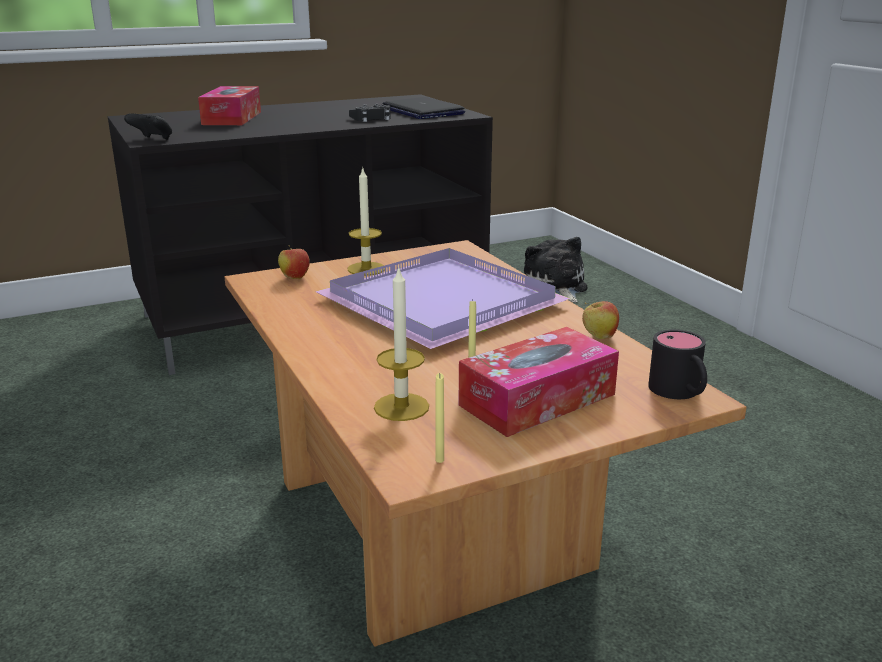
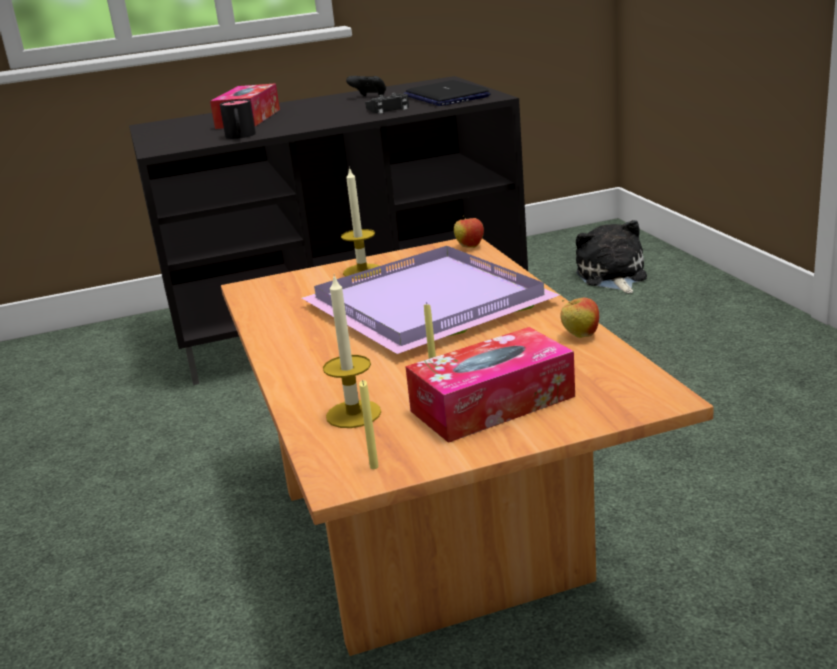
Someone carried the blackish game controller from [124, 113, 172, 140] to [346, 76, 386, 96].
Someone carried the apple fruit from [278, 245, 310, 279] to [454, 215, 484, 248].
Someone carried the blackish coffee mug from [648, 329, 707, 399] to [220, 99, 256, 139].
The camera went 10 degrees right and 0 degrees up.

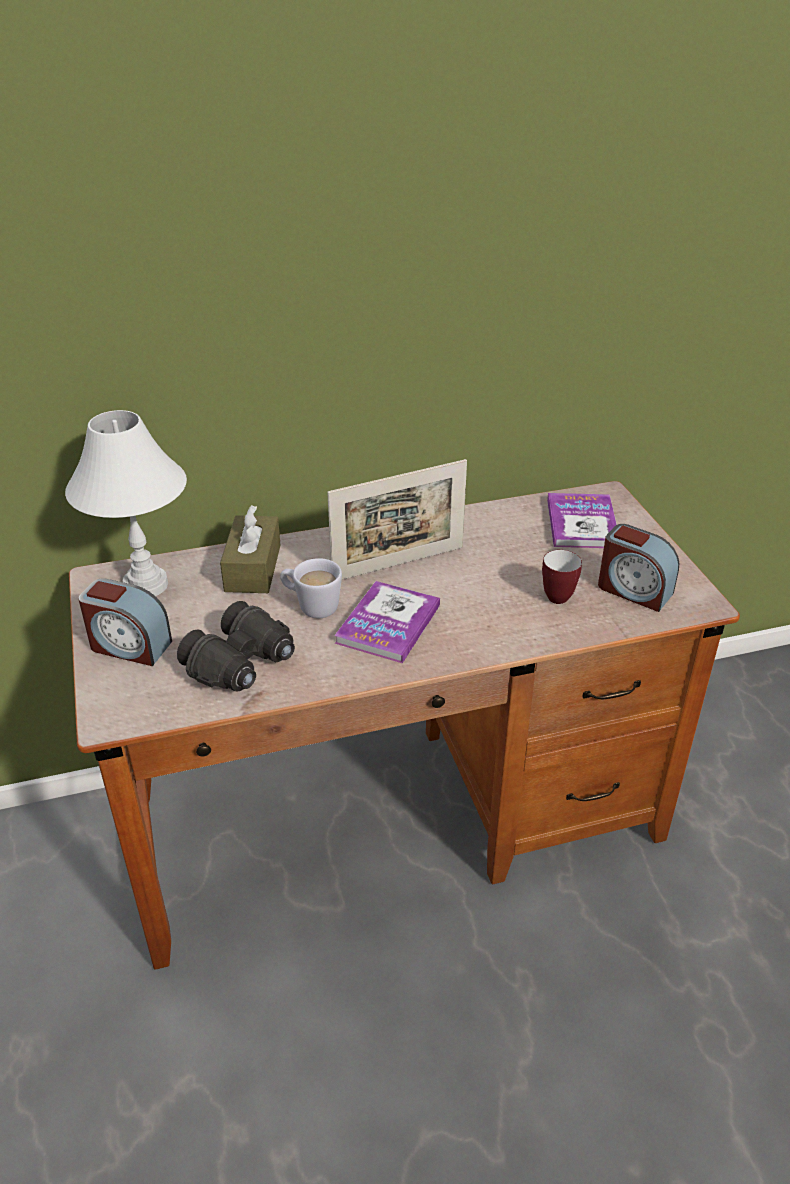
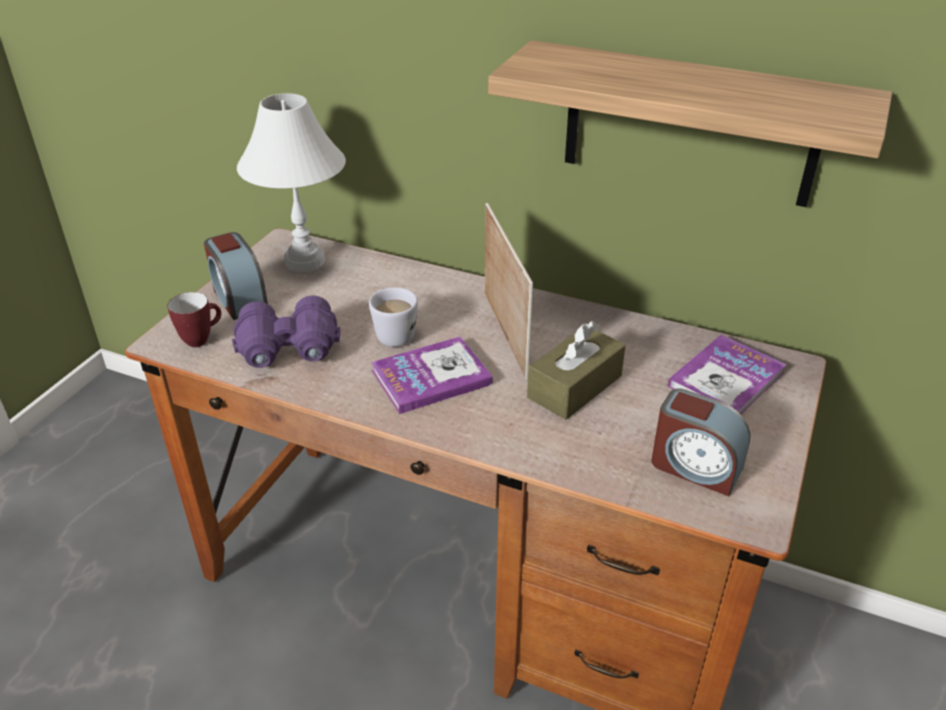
Someone put up the shelf at [488, 40, 892, 207].
Someone carried the brownish tissue box from [220, 505, 280, 593] to [527, 321, 626, 420].
Someone carried the coffee mug from [542, 550, 582, 604] to [168, 292, 221, 347].
Someone repainted the blackish field glasses at [177, 601, 295, 692], which became the purplish field glasses at [232, 295, 340, 368].
Someone rotated the standing frame at [327, 459, 467, 580] by 120 degrees counterclockwise.
Someone rotated the bedside clock at [598, 524, 679, 612] by 45 degrees counterclockwise.
The camera went 40 degrees right and 0 degrees up.

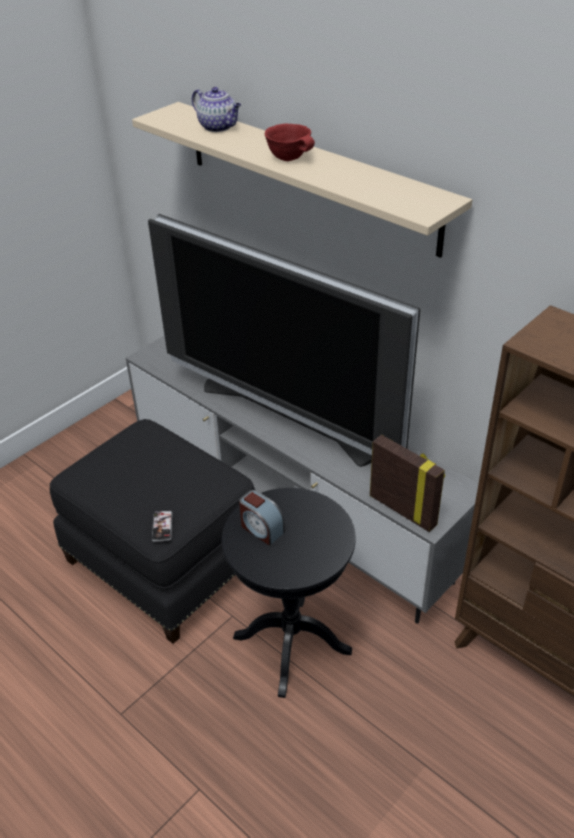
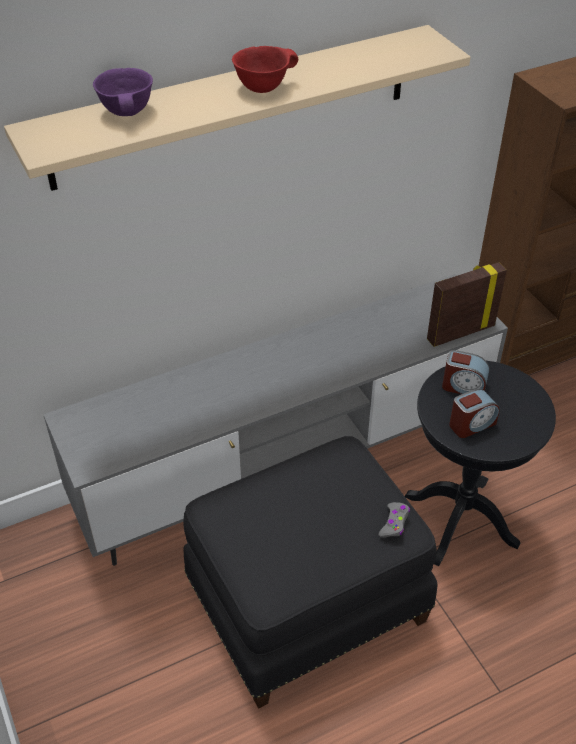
Someone took away the TV at [148, 214, 420, 467].
Someone put down the bedside clock at [442, 350, 489, 394].
Someone swapped the handset at [152, 511, 173, 542] for the grey game controller at [379, 502, 410, 538].
Someone swapped the teapot at [192, 87, 241, 132] for the purplish bowl at [93, 68, 153, 116].
The camera went 70 degrees left and 5 degrees up.

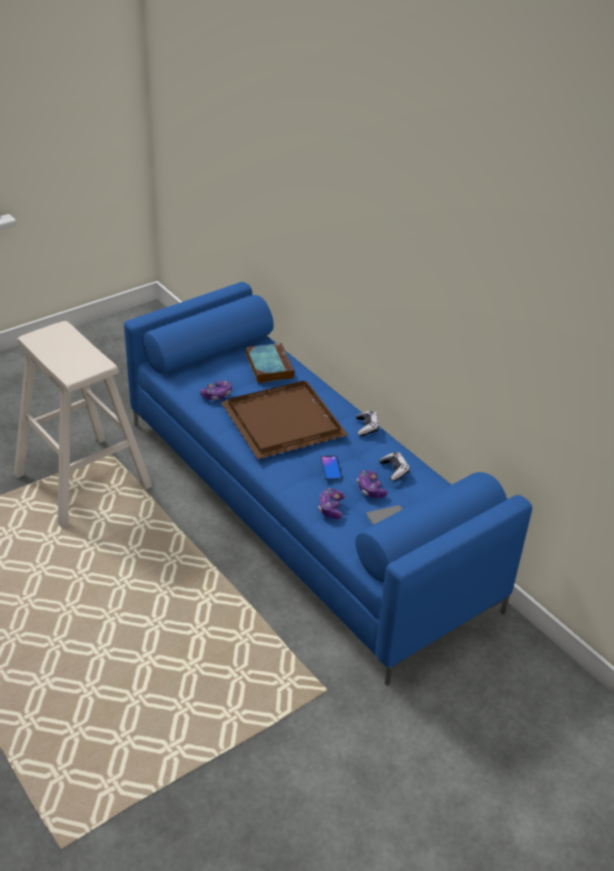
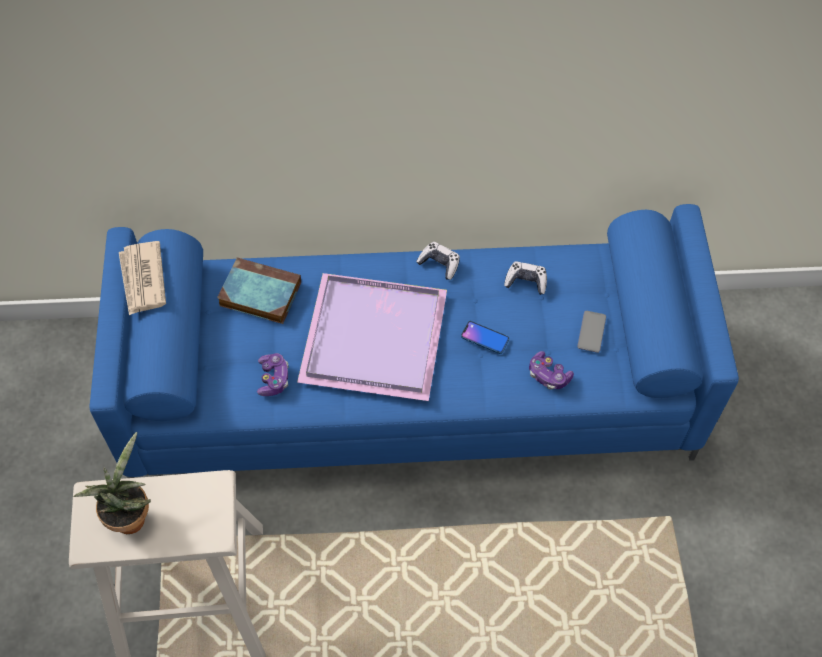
Someone took away the game controller at [357, 470, 388, 498].
Someone put down the potted plant at [73, 432, 151, 534].
Someone put down the printed paper at [119, 241, 166, 315].
Someone repainted the brownish carrying tray at [221, 380, 348, 459], which became the purplish carrying tray at [297, 273, 447, 401].
The camera went 55 degrees left and 20 degrees up.

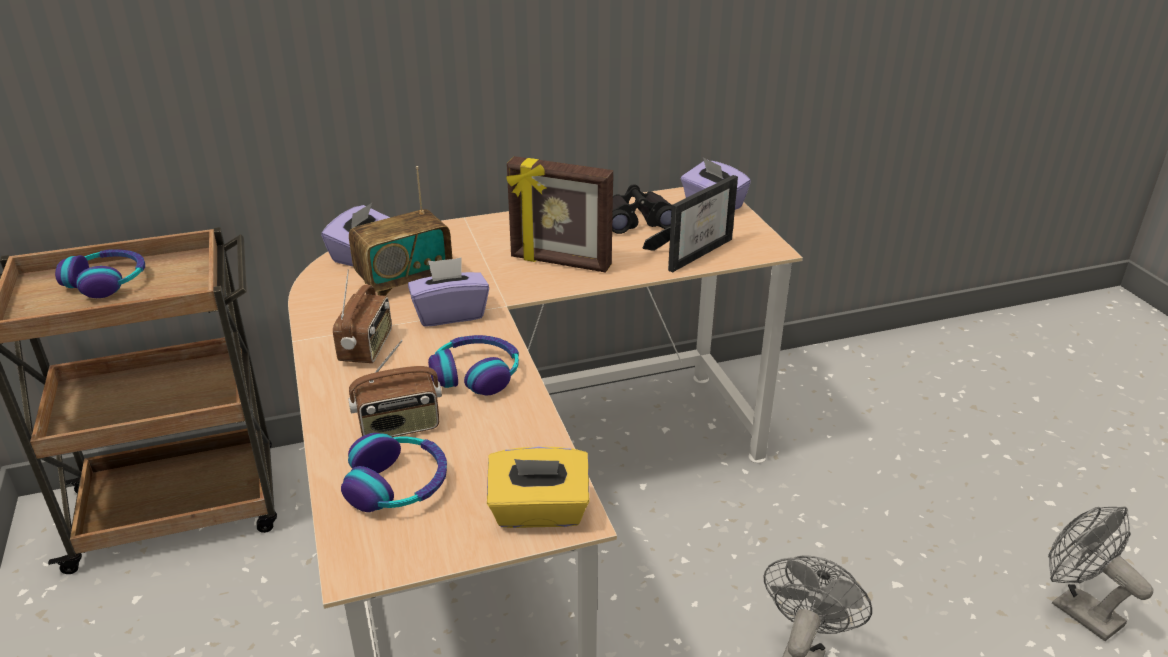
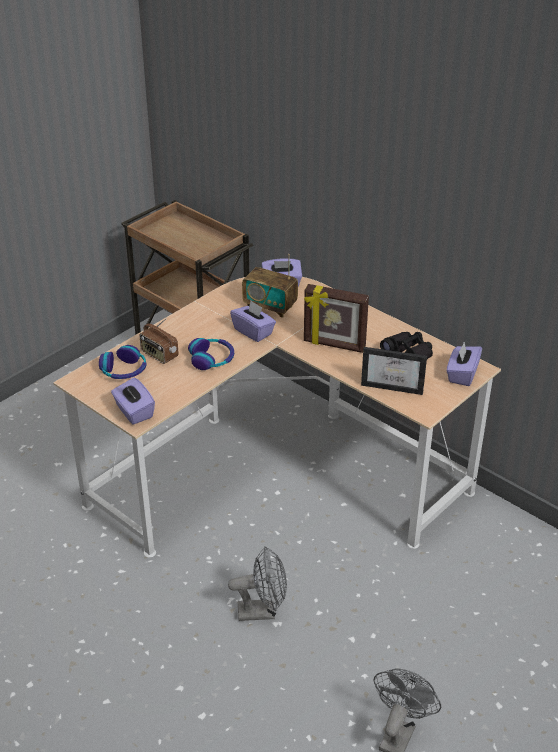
Someone took away the pair of headphones at [55, 249, 145, 298].
Someone took away the radio at [333, 269, 392, 363].
Someone repainted the yellowish tissue box at [487, 446, 589, 528], which became the purplish tissue box at [111, 377, 155, 425].
Someone rotated the standing frame at [506, 156, 613, 273] by 60 degrees counterclockwise.
The camera went 60 degrees right and 5 degrees up.

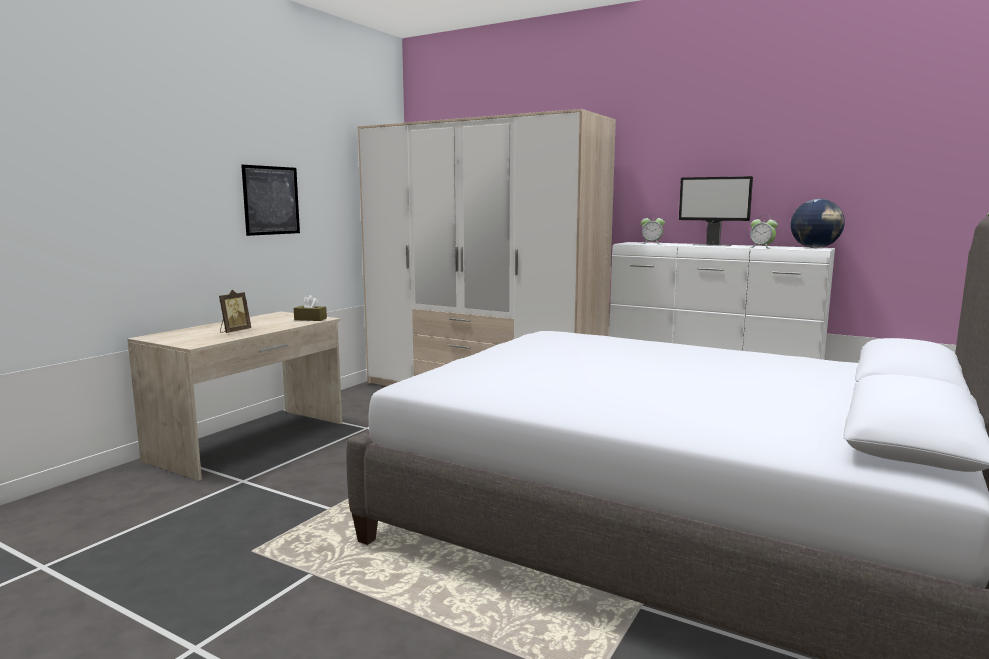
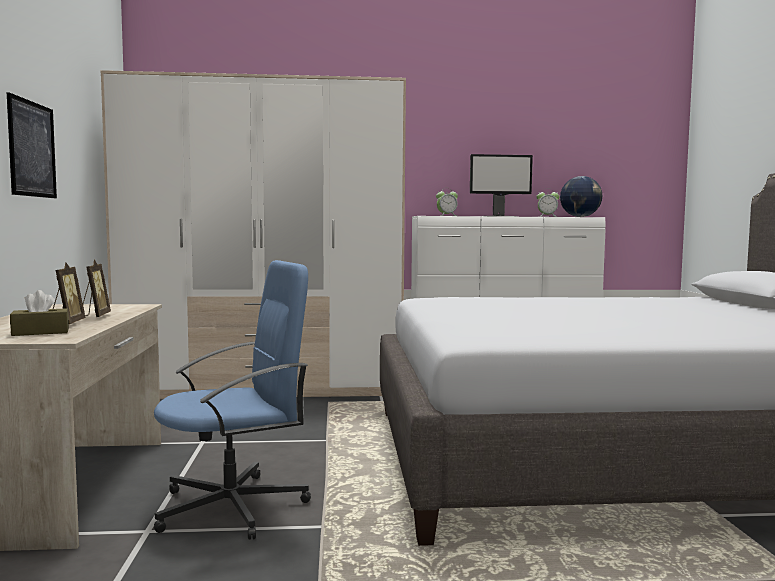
Someone put down the standing frame at [83, 259, 111, 317].
Someone put down the bluish office chair at [154, 260, 311, 540].
Someone carried the brownish tissue box from [294, 295, 327, 321] to [10, 290, 69, 336].
The camera went 35 degrees left and 5 degrees down.

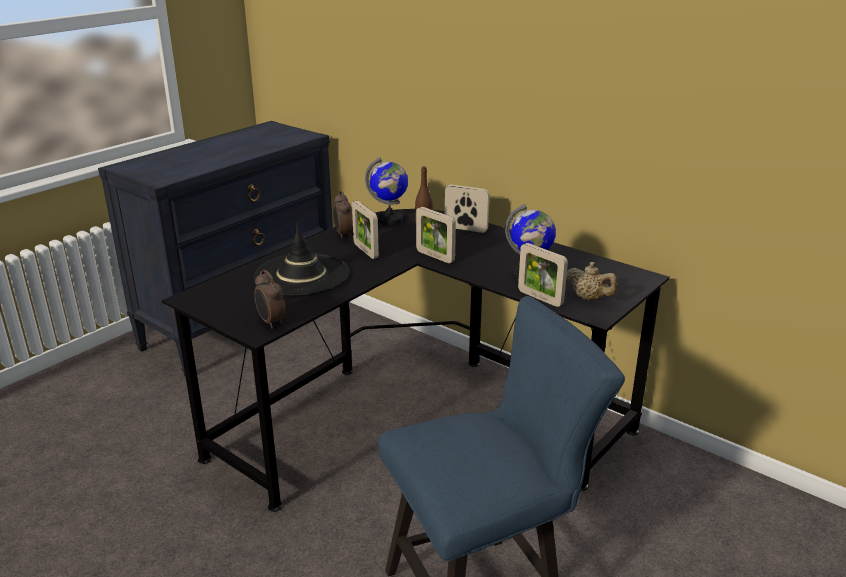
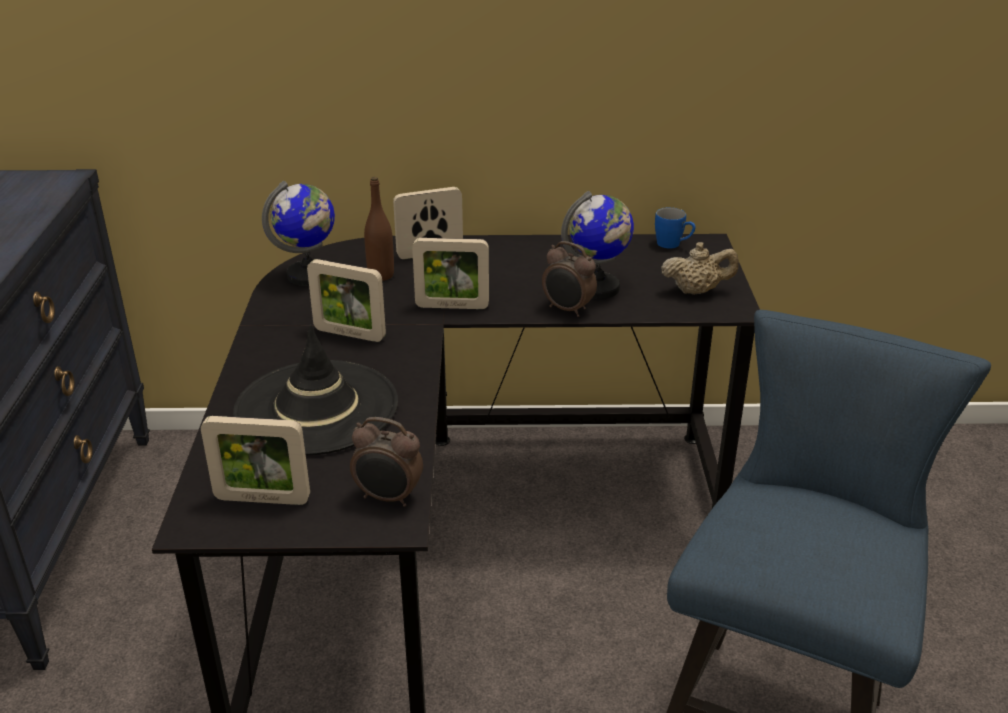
Someone put down the bluish coffee mug at [655, 207, 695, 248].
Someone carried the bedside clock from [334, 191, 353, 239] to [542, 241, 597, 317].
Someone carried the standing frame from [518, 243, 568, 307] to [201, 416, 310, 505].
The camera went 40 degrees left and 5 degrees up.

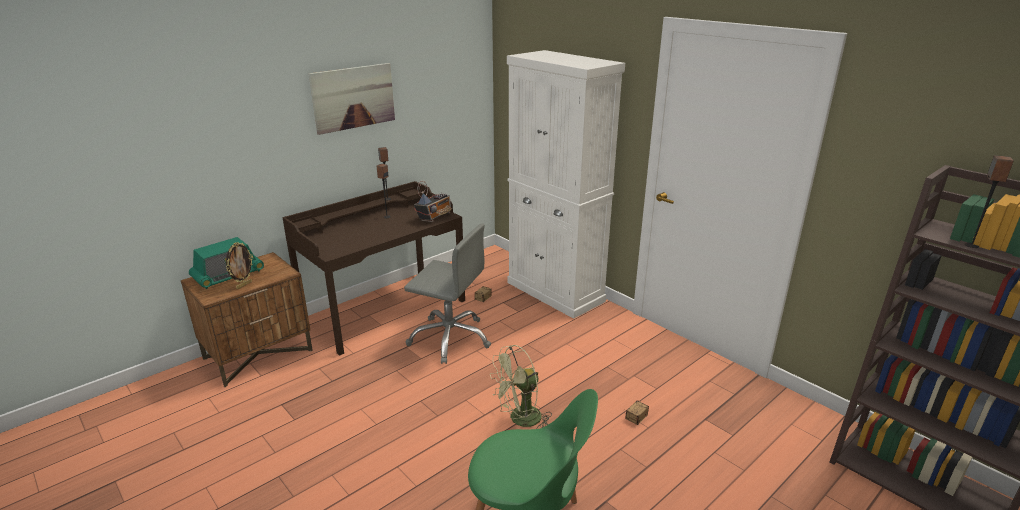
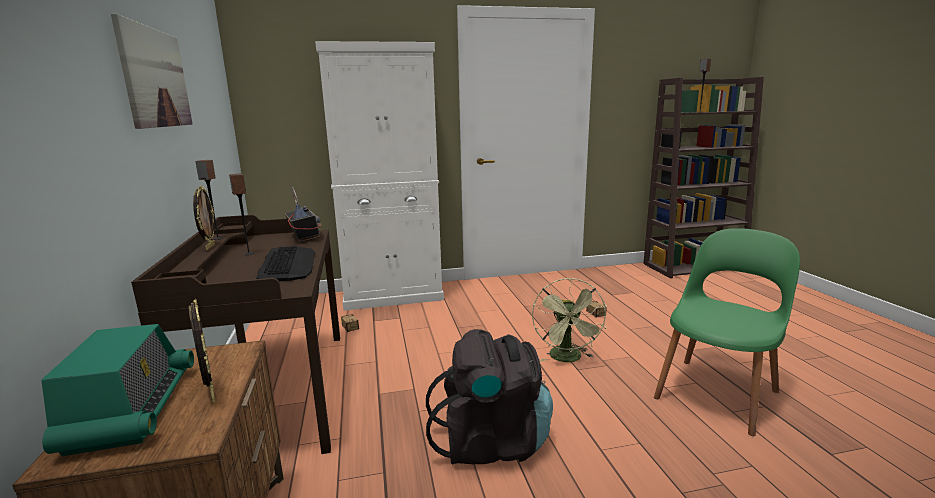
Someone took away the grey office chair at [404, 223, 491, 364].
Someone put down the standing frame at [193, 185, 216, 250].
Someone put down the computer keyboard at [256, 246, 315, 282].
Someone put down the blackish rucksack at [426, 329, 553, 465].
The camera went 60 degrees left and 10 degrees down.

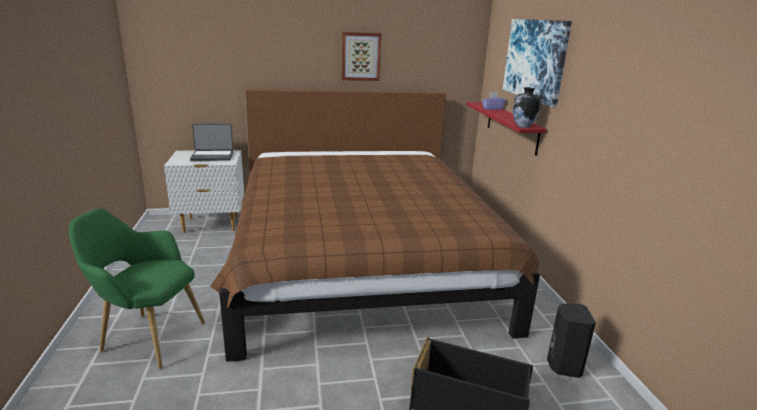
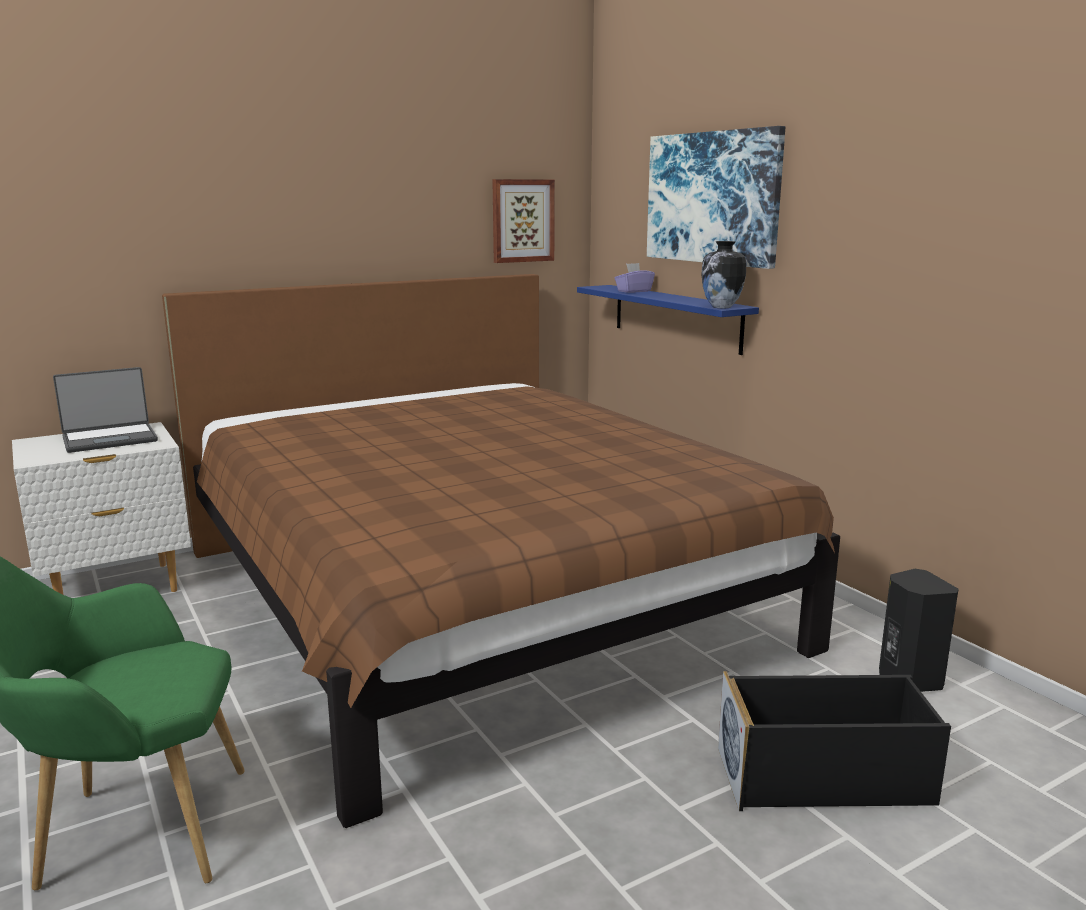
Someone carried the wall picture from [342, 32, 381, 81] to [492, 179, 555, 263].
Someone repainted the red shelf at [466, 102, 547, 156], which became the bluish shelf at [577, 285, 759, 355].
The camera went 20 degrees left and 5 degrees down.

